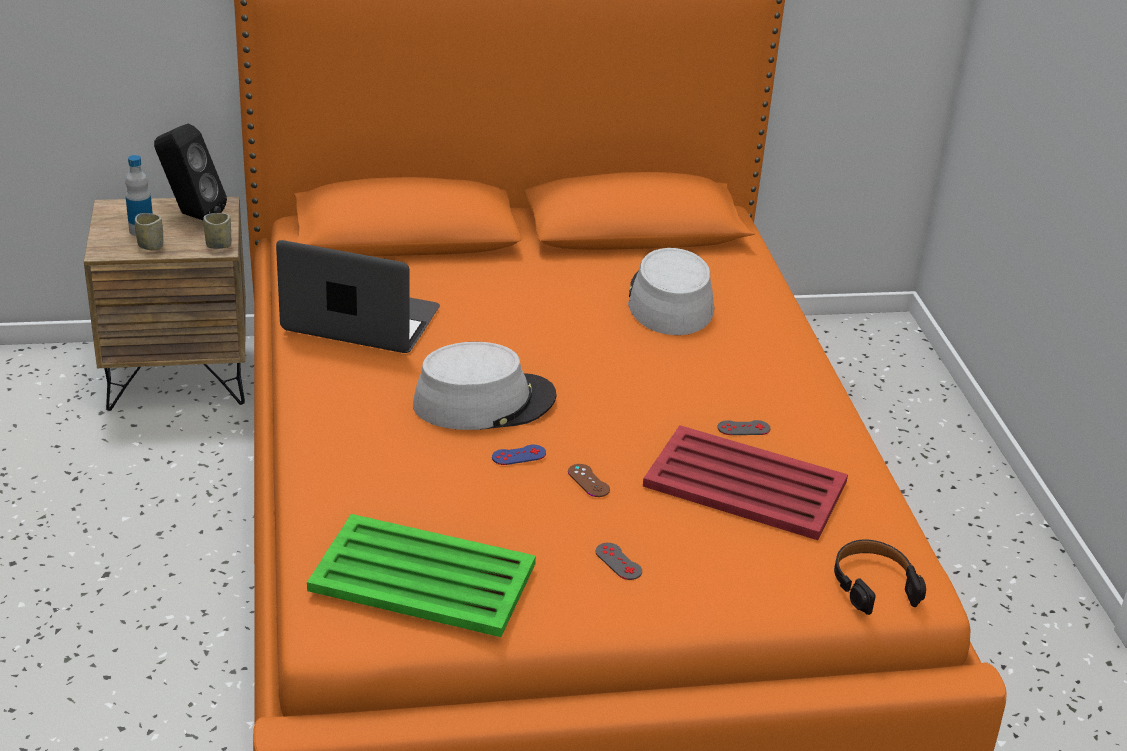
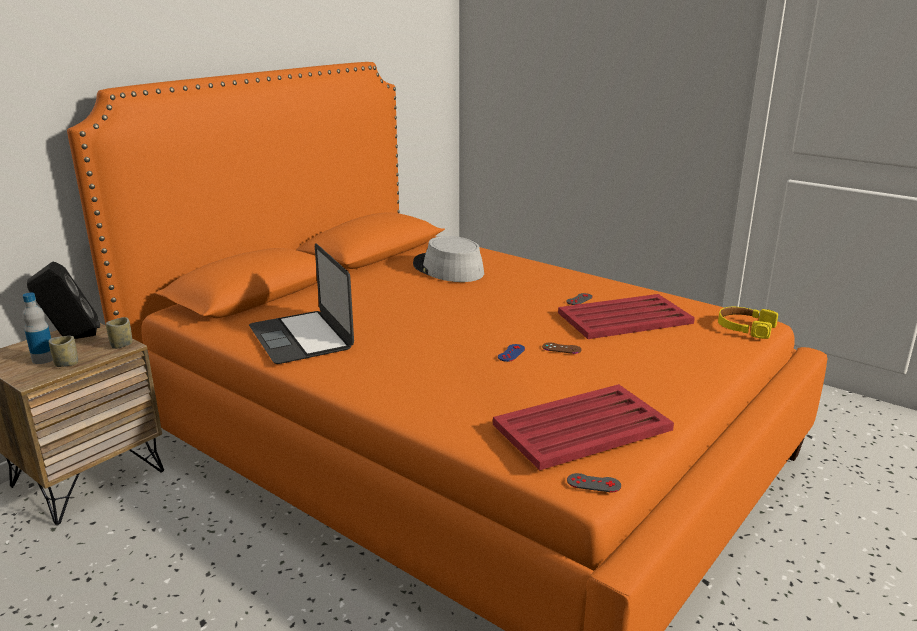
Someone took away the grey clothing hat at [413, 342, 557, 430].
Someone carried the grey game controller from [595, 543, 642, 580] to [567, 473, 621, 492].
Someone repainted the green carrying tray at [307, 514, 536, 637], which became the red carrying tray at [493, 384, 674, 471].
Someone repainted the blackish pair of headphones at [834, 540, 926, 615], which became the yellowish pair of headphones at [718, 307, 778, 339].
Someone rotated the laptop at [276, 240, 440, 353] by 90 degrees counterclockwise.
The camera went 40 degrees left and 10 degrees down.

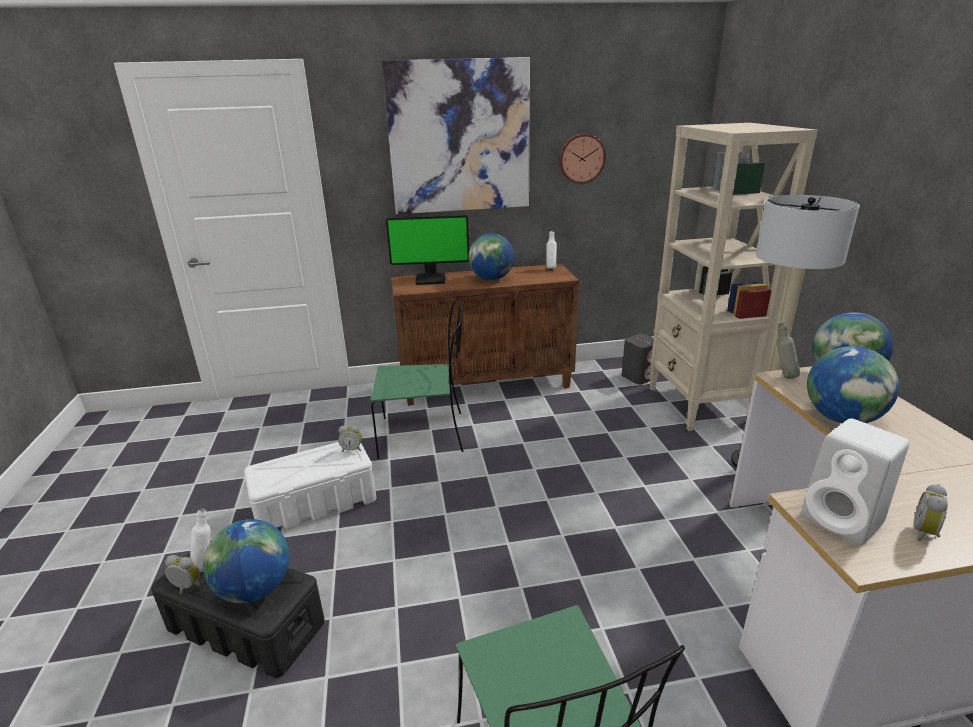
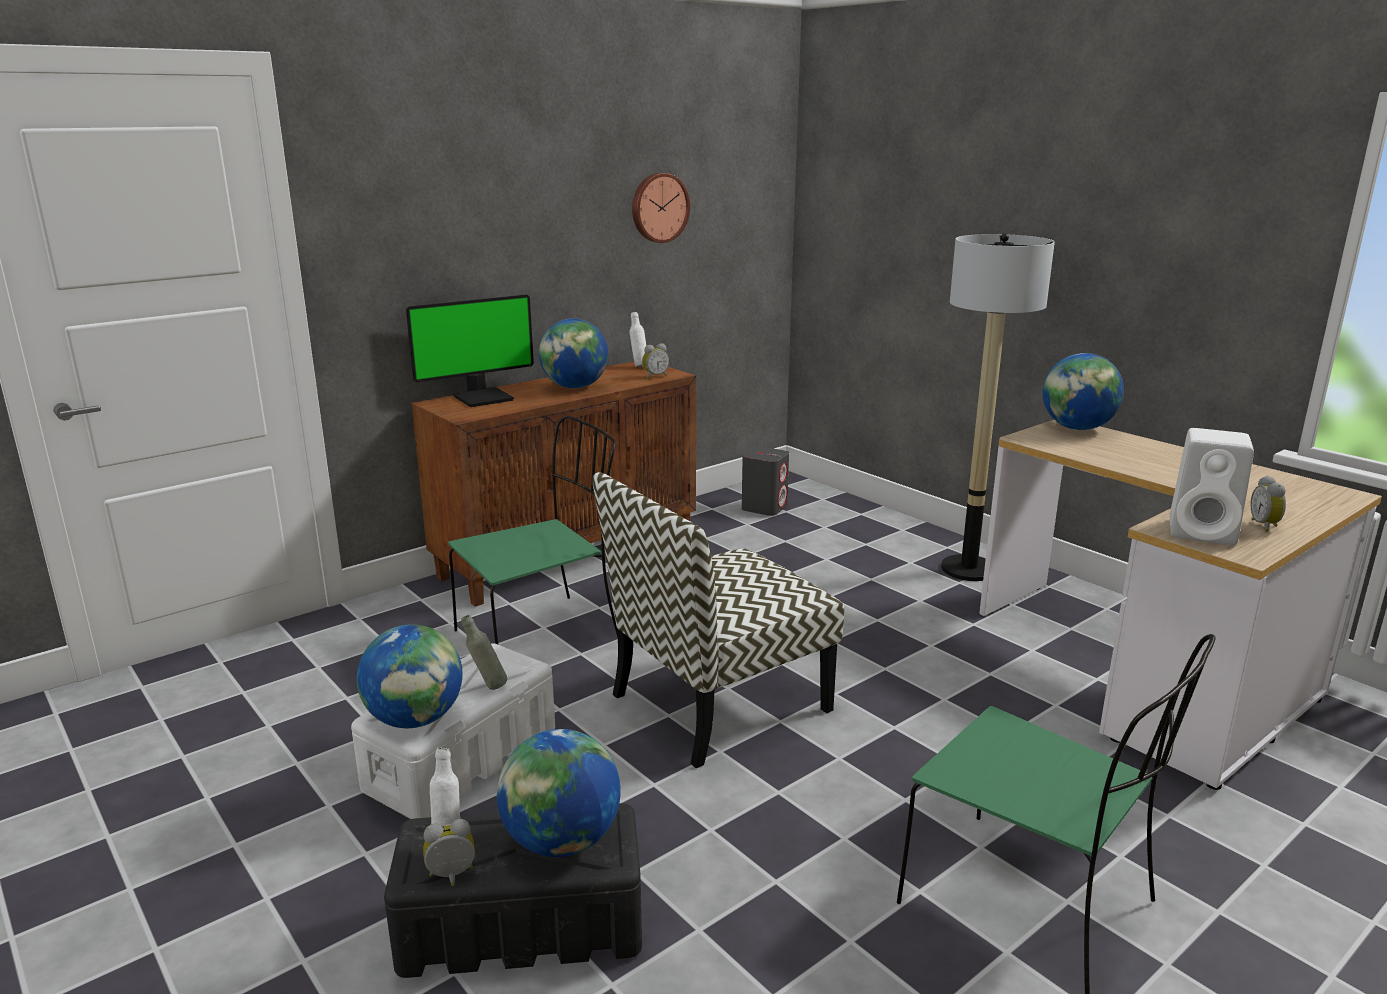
Someone took away the wall picture at [382, 57, 530, 214].
Someone took away the beige-coloured bookcase at [649, 123, 818, 431].
Someone put down the chair at [593, 472, 844, 768].
Someone carried the bedside clock from [338, 425, 362, 452] to [642, 343, 669, 378].
Someone carried the grey drink bottle from [777, 323, 800, 379] to [461, 615, 507, 690].
Someone carried the globe from [807, 346, 899, 423] to [357, 624, 463, 728].
The camera went 30 degrees left and 5 degrees down.

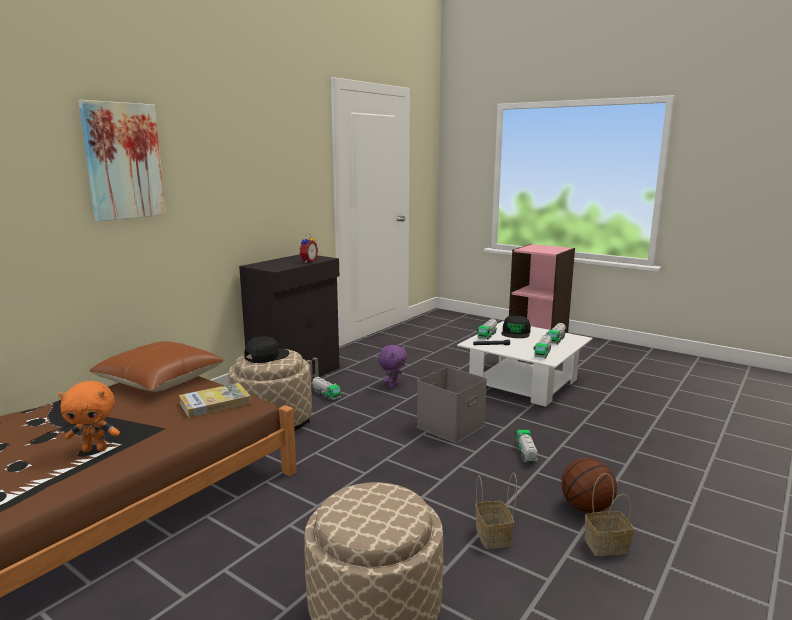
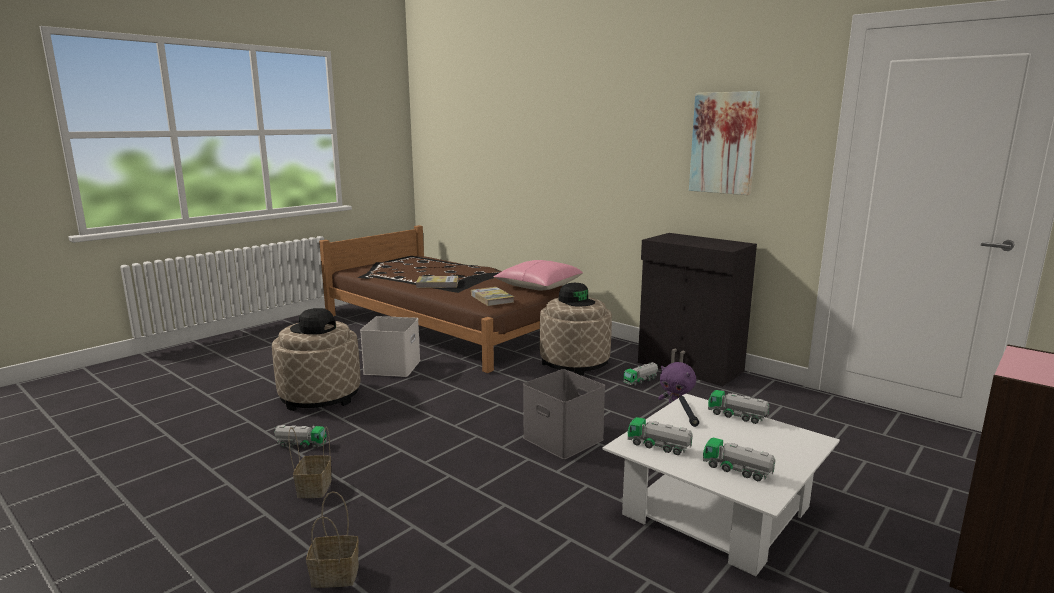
Someone took away the bedside clock at [300, 233, 318, 263].
Someone took away the ball for basketball at [561, 458, 617, 513].
Someone put down the whitish storage container at [360, 316, 420, 377].
Someone carried the wall picture from [79, 100, 166, 221] to [689, 91, 760, 195].
Someone carried the storage basket from [475, 472, 517, 549] to [306, 491, 359, 588].
Someone carried the blackish cap from [502, 316, 531, 338] to [290, 308, 336, 335].
Someone carried the model truck from [515, 430, 539, 463] to [274, 424, 327, 449].
Someone swapped the orange-coloured cuddly toy at [58, 381, 120, 452] for the volume at [416, 276, 458, 288].
Someone repainted the brownish pillow at [90, 341, 224, 392], which became the pink-coloured pillow at [494, 260, 583, 290].
The camera went 95 degrees right and 0 degrees up.

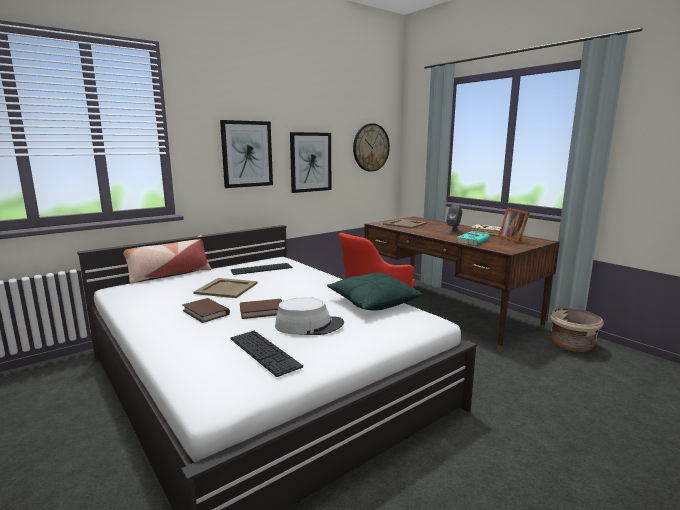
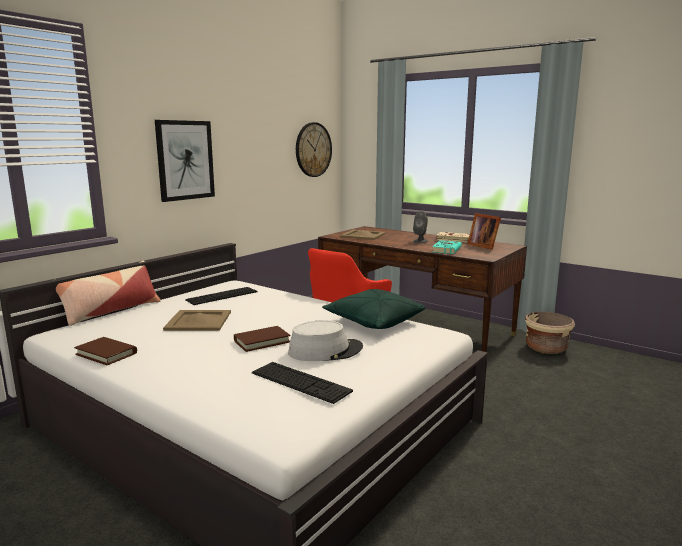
Someone took away the wall picture at [290, 132, 331, 193].
Someone carried the brownish volume from [182, 298, 230, 323] to [74, 337, 137, 365].
The camera went 15 degrees left and 0 degrees up.

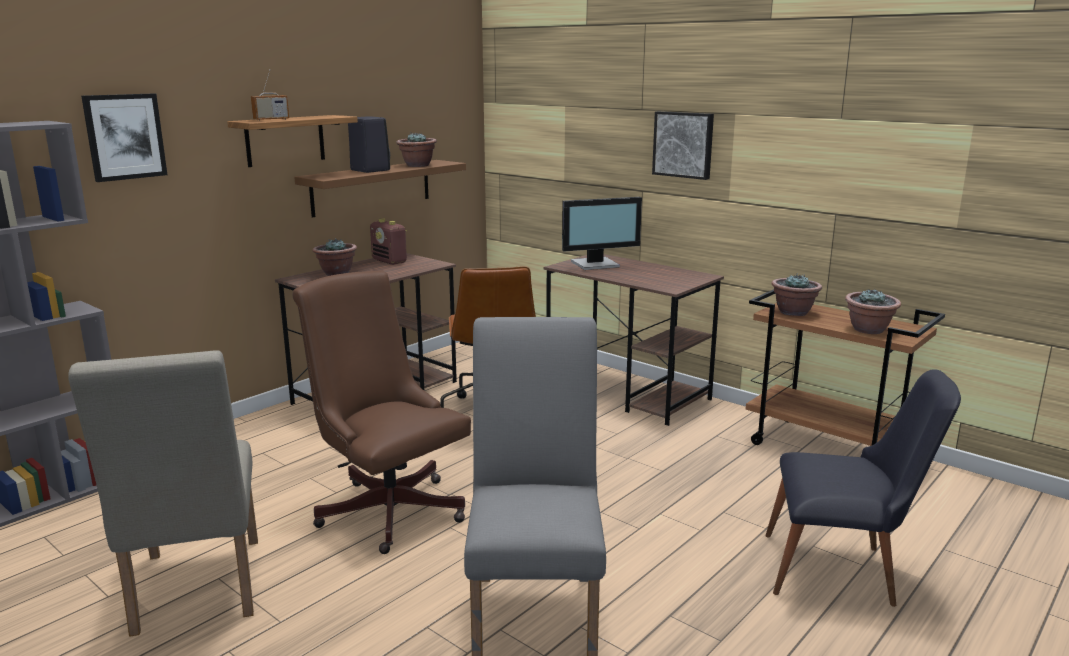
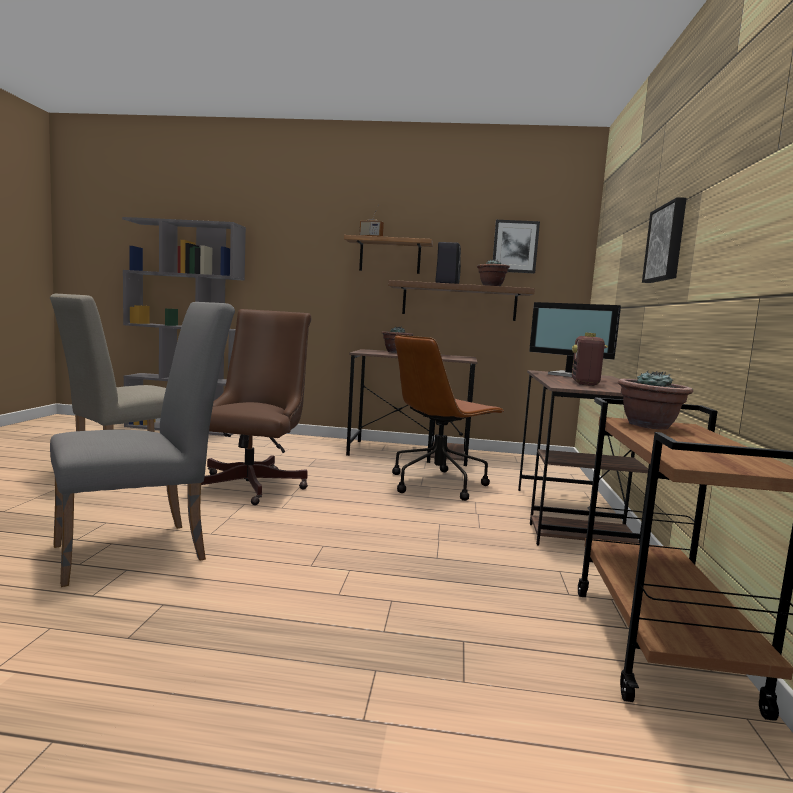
Someone took away the blackish chair at [765, 369, 961, 607].
Someone took away the potted plant at [845, 288, 901, 334].
Someone carried the wall picture from [81, 93, 167, 182] to [493, 220, 540, 274].
Someone carried the radio from [370, 218, 407, 265] to [572, 333, 608, 386].
The camera went 55 degrees right and 10 degrees down.

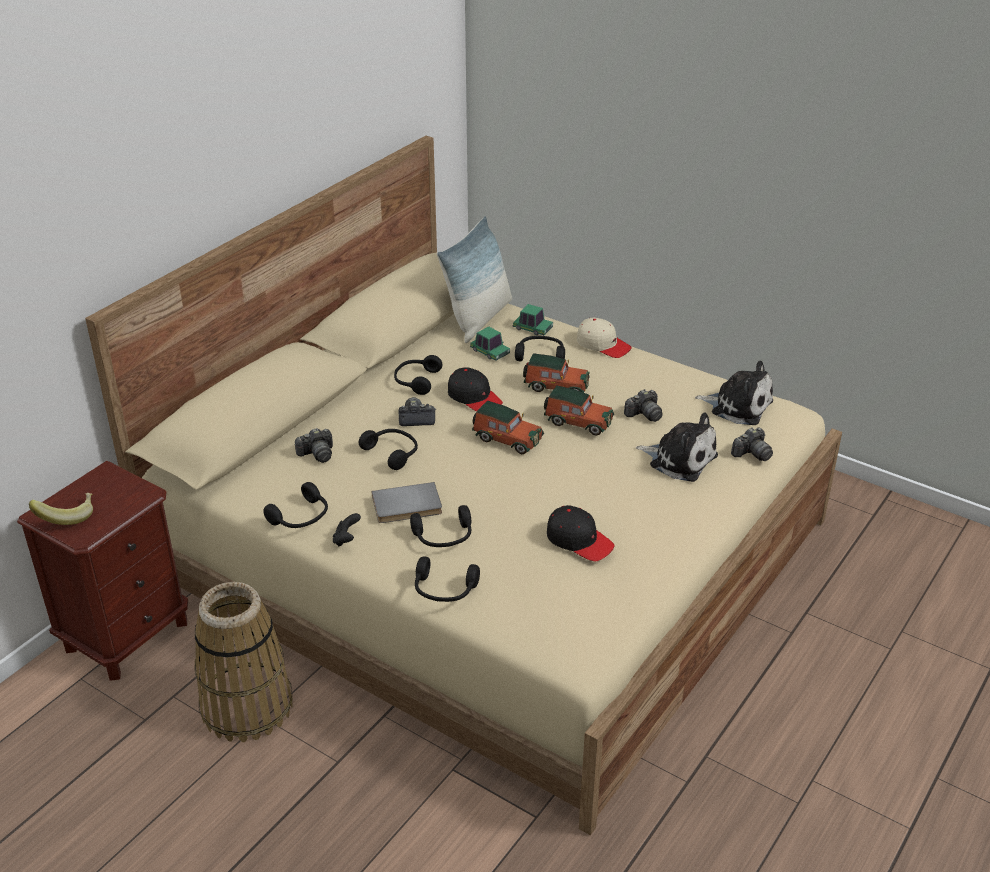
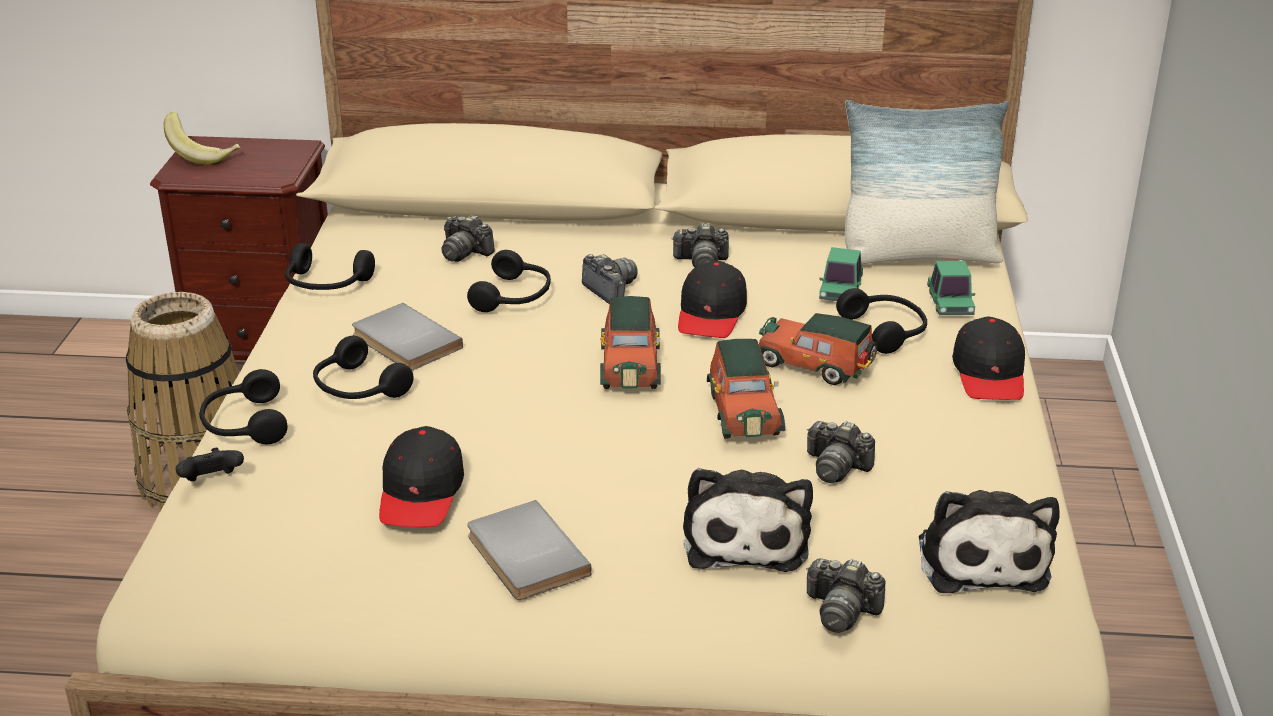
Someone put down the grey volume at [467, 500, 592, 600].
Someone carried the blackish game controller from [333, 513, 361, 547] to [176, 448, 244, 481].
Someone swapped the blackish pair of headphones at [394, 355, 442, 395] for the photo camera at [671, 223, 729, 268].
Someone repainted the beige-coloured cap at [577, 318, 632, 358], which became the blackish cap at [952, 317, 1025, 400].
Someone rotated the toy car at [523, 353, 590, 393] by 135 degrees clockwise.
The camera went 60 degrees right and 5 degrees down.

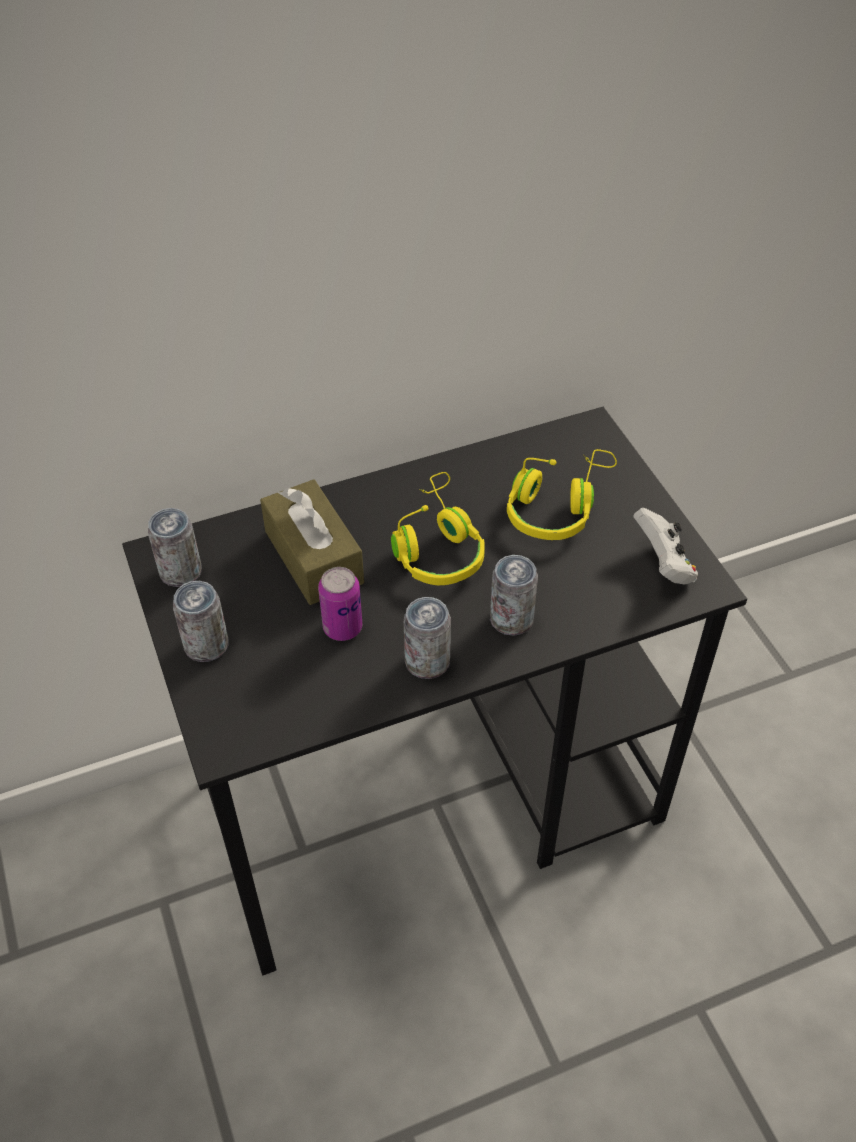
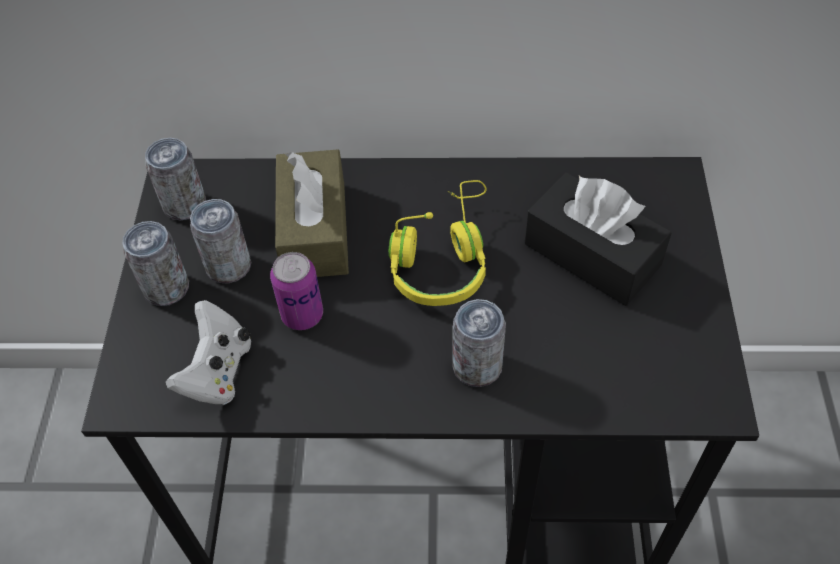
Someone carried the metal can from [404, 597, 451, 679] to [190, 199, 251, 283].
Someone carried the whitish game controller from [633, 508, 698, 585] to [165, 300, 251, 405].
Someone swapped the yellowish pair of headphones at [507, 449, 617, 540] for the blackish tissue box at [525, 173, 672, 306].
The camera went 25 degrees right and 5 degrees up.

